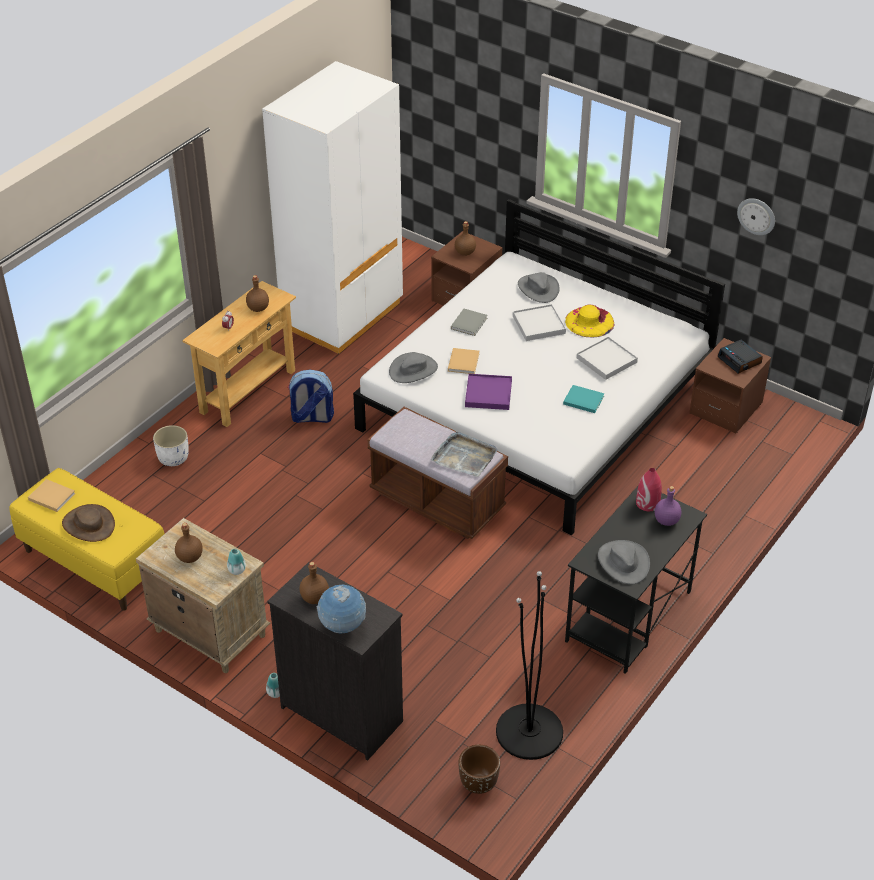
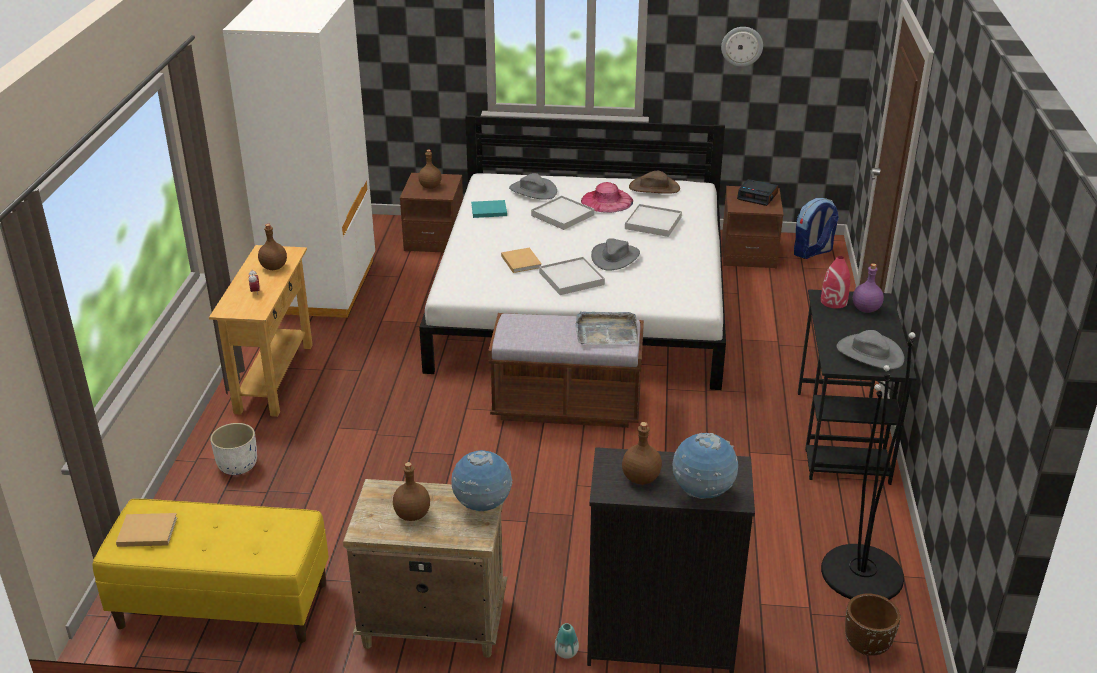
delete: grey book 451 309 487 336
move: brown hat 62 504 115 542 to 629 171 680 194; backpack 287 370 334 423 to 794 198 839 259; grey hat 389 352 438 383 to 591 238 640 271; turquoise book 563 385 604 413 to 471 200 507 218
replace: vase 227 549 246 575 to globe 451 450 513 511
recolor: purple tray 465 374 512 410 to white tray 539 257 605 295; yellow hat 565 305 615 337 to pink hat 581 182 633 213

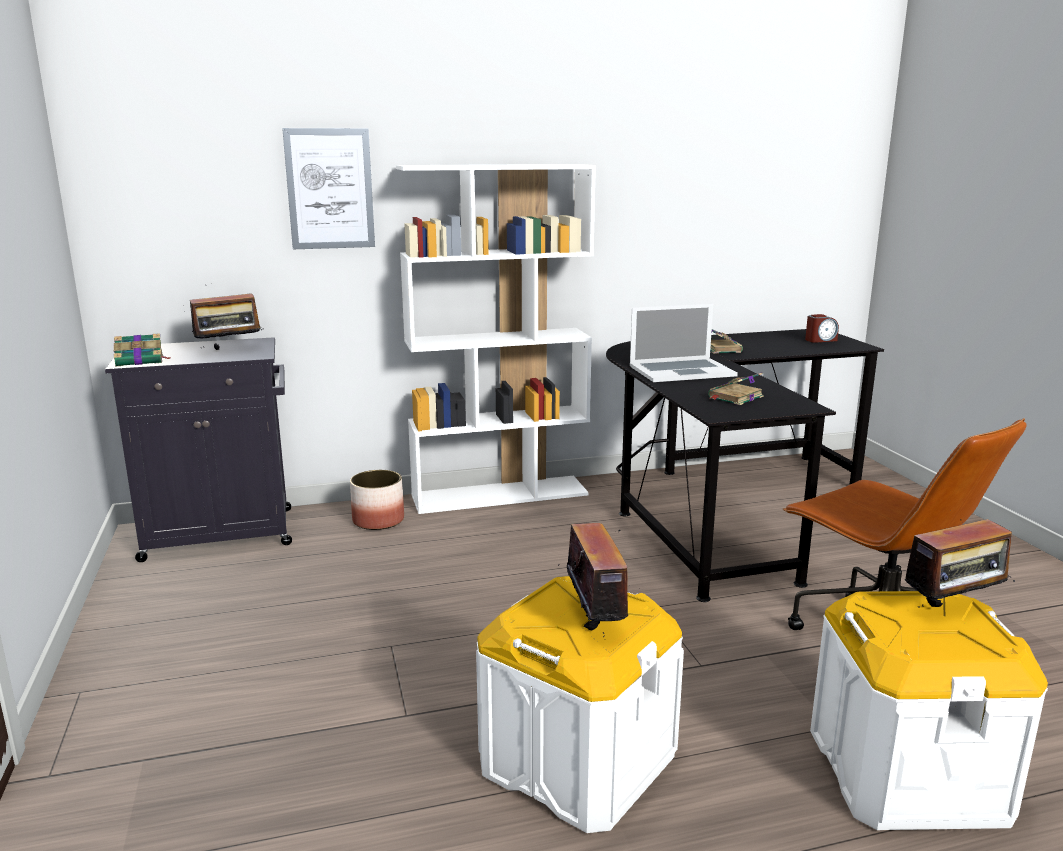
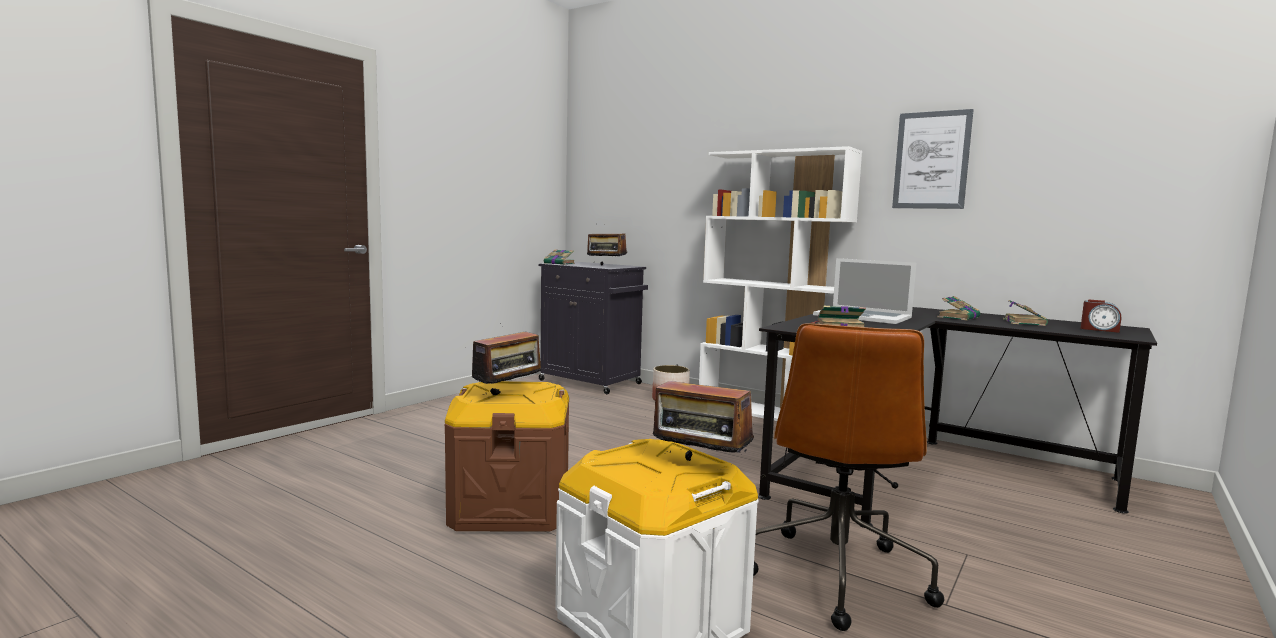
insert: book 1003 300 1048 326
move: picture 282 128 375 249 to 892 109 974 209
recolor: white storage box 476 576 684 833 to brown storage box 444 381 569 532

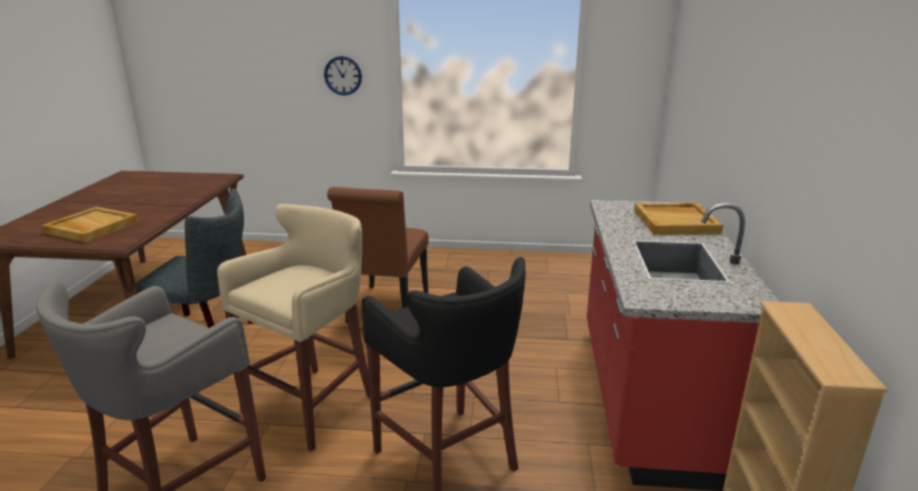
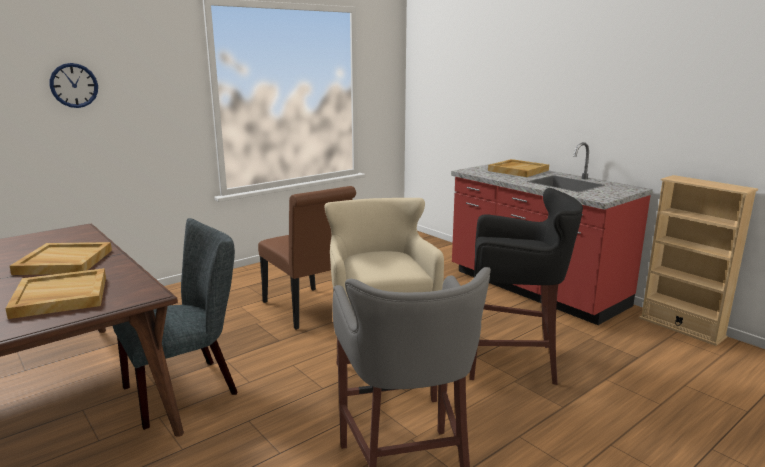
insert: beige tray 10 242 112 275
move: wall clock 324 56 362 95 to 50 63 98 108

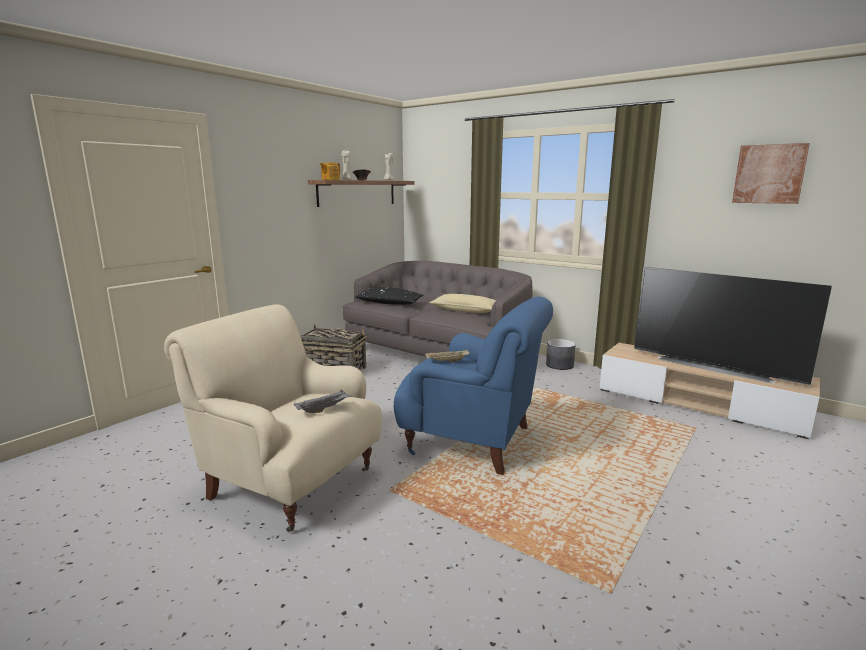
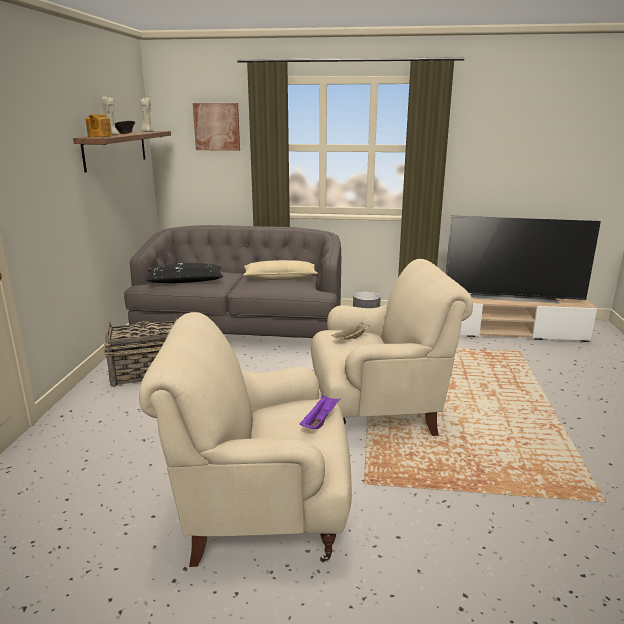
move: picture 732 143 810 204 to 193 103 240 151
recolor: grey tray 294 390 352 413 to purple tray 300 395 341 429; blue armchair 394 296 553 475 to beige armchair 311 259 473 436

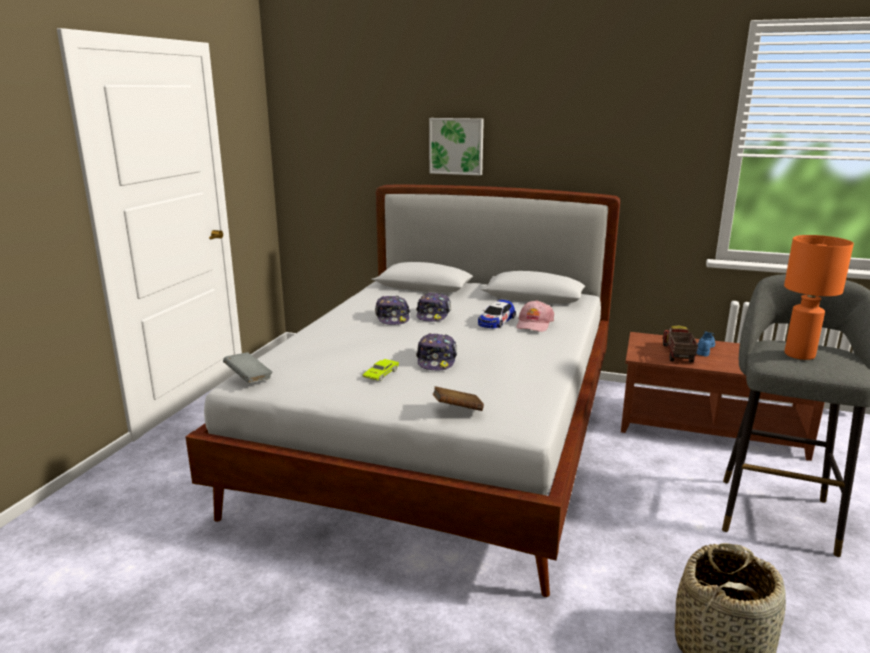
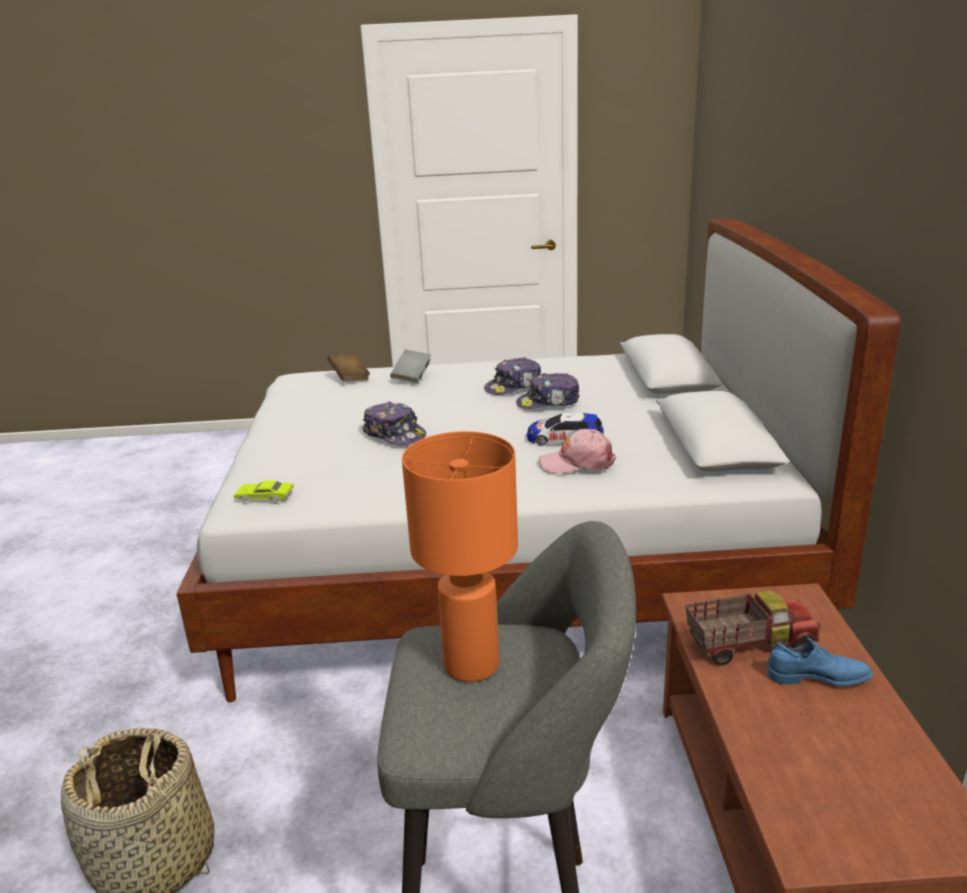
delete: picture 429 118 484 176
move: grey book 223 352 273 383 to 390 350 431 384; green toy car 362 359 399 381 to 234 480 294 504; brown book 433 386 484 411 to 327 353 370 381
rotate: cap 416 333 457 371 = 362 401 426 445 120 degrees counterclockwise

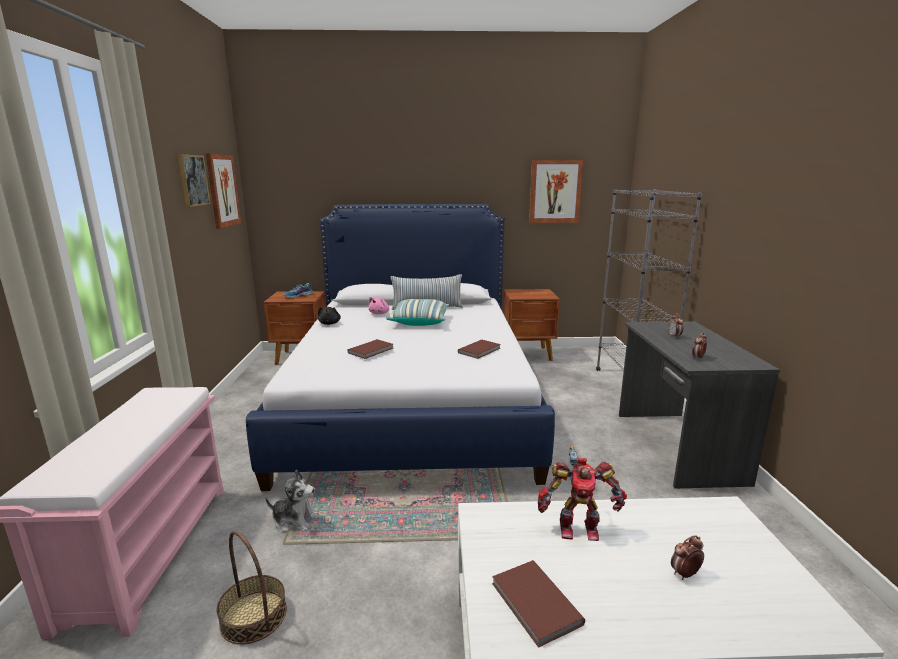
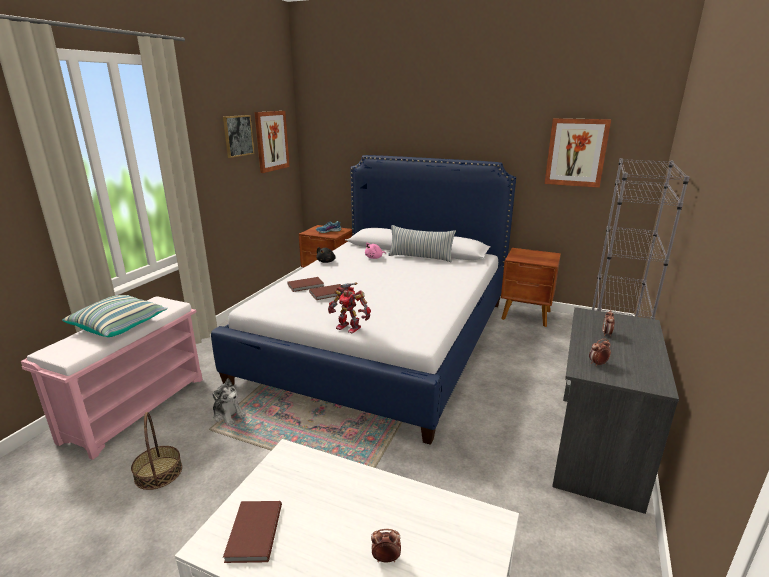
move: pillow 386 299 449 326 to 62 295 168 337; brown book 458 339 501 359 to 287 277 324 292; toy robot 538 446 627 541 to 328 282 371 333

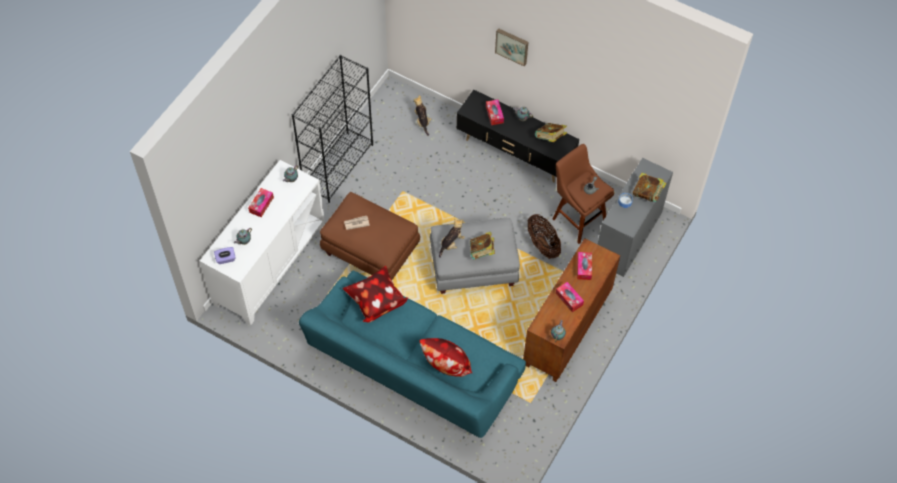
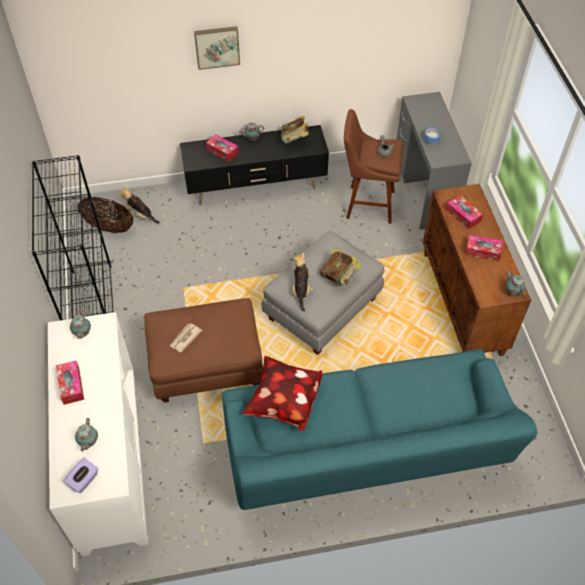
delete: pillow 419 338 472 377; book 633 172 666 202
move: basket 528 214 561 259 to 77 197 134 233

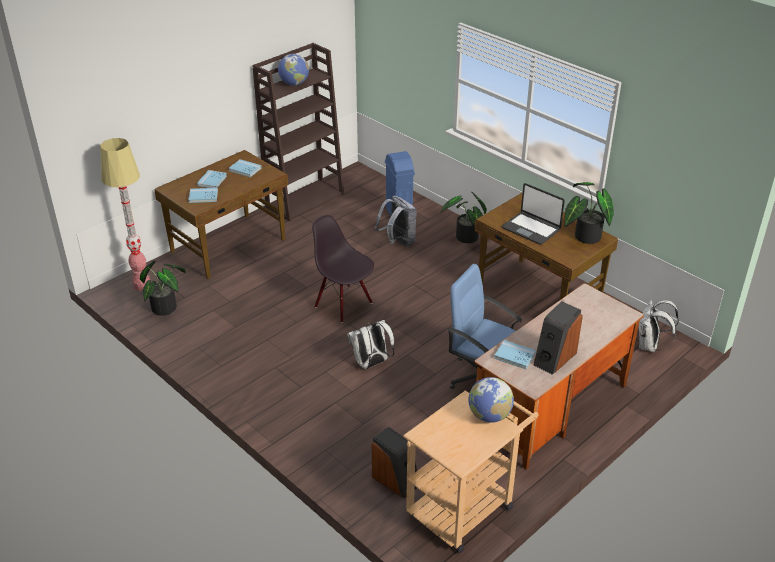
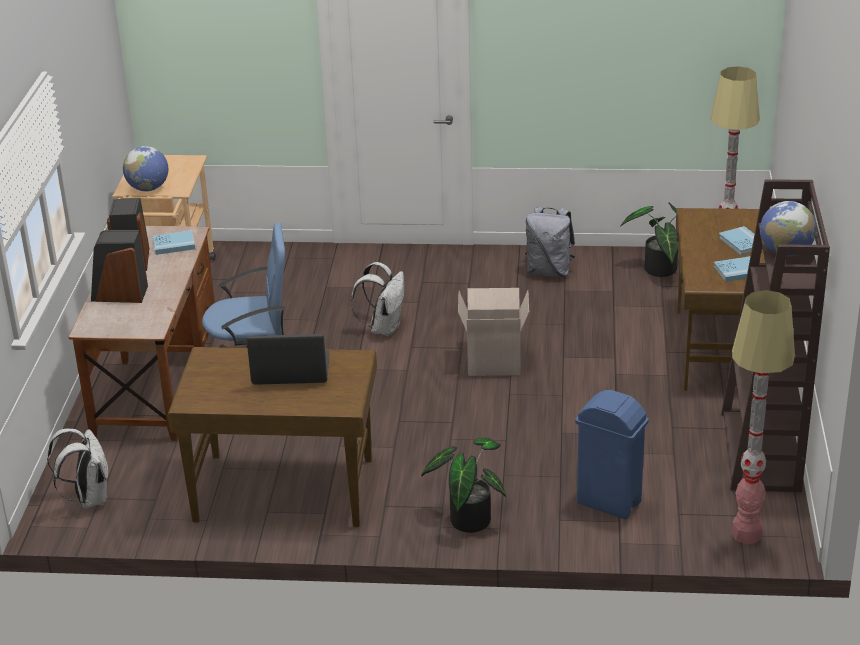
delete: blue book 188 188 218 203; potted plant 565 182 614 244
insert: floor lamp 732 290 795 544
move: speaker 372 427 417 499 to 91 230 148 303; grey backpack 375 196 417 247 to 525 207 575 277
replace: black chair 312 215 374 323 to cardboard box 458 288 529 376

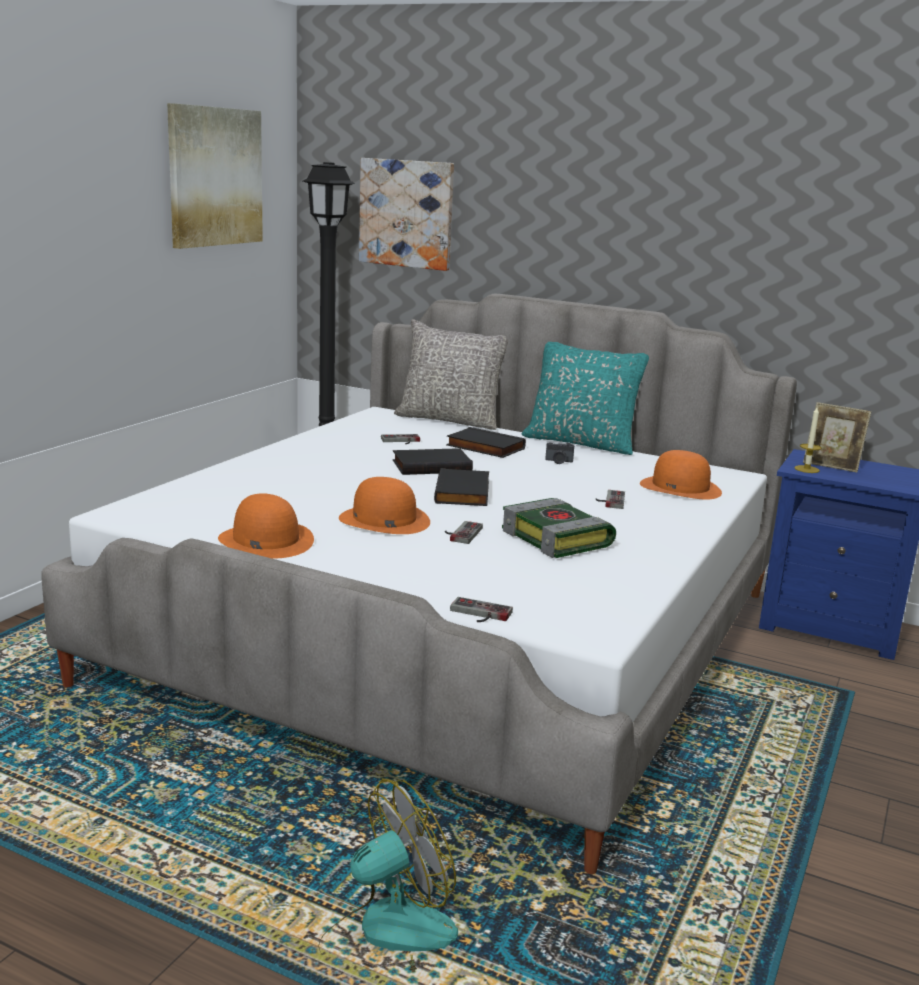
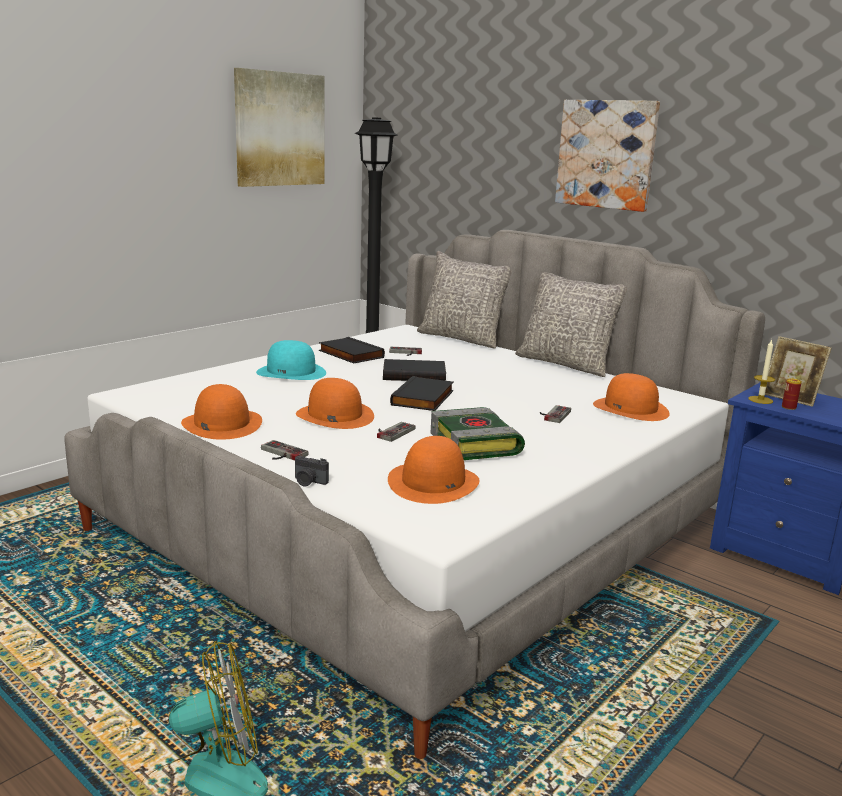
insert: turquoise hat 256 340 326 380; orange hat 388 436 480 504; can 782 378 802 410
move: picture 359 158 454 271 to 555 100 660 212; black book 446 427 526 458 to 319 337 385 363; game controller 450 597 513 622 to 261 440 308 461; photo camera 545 442 574 464 to 295 456 329 487
recolor: turquoise pillow 522 342 649 455 to grey pillow 515 272 627 377

